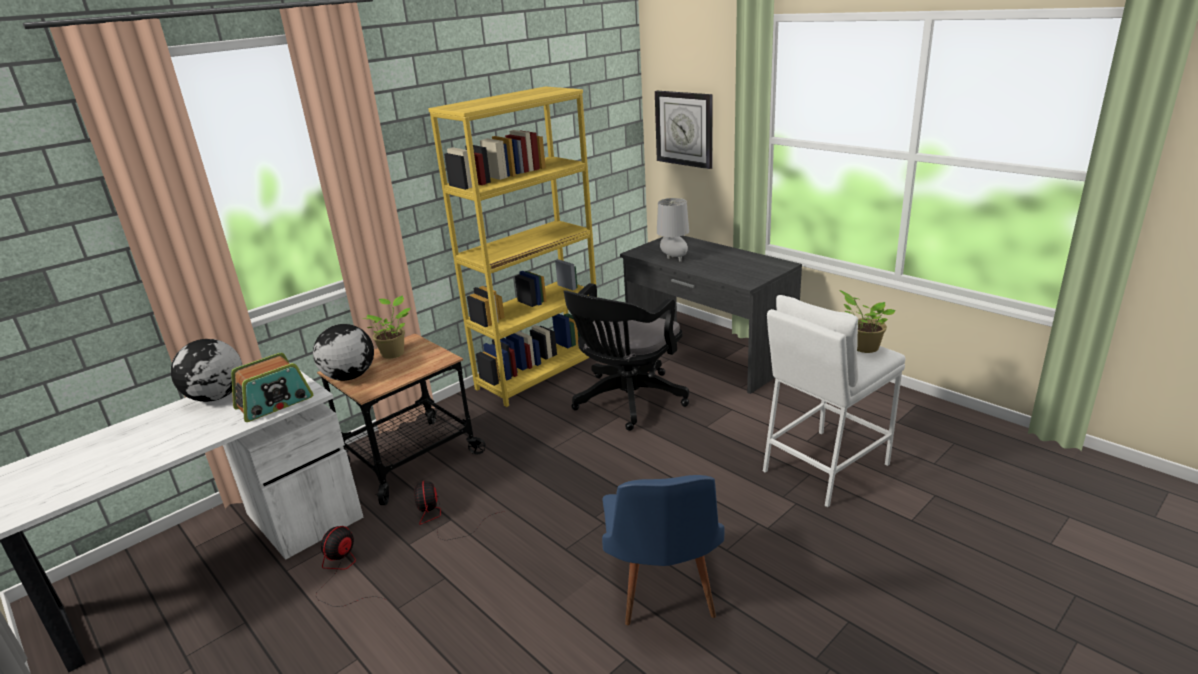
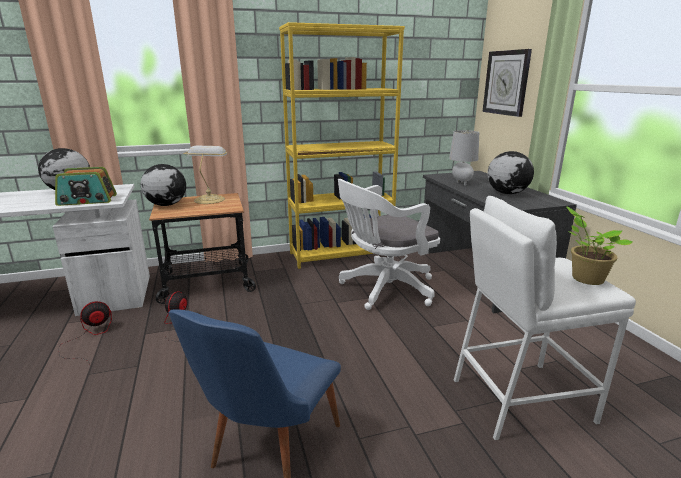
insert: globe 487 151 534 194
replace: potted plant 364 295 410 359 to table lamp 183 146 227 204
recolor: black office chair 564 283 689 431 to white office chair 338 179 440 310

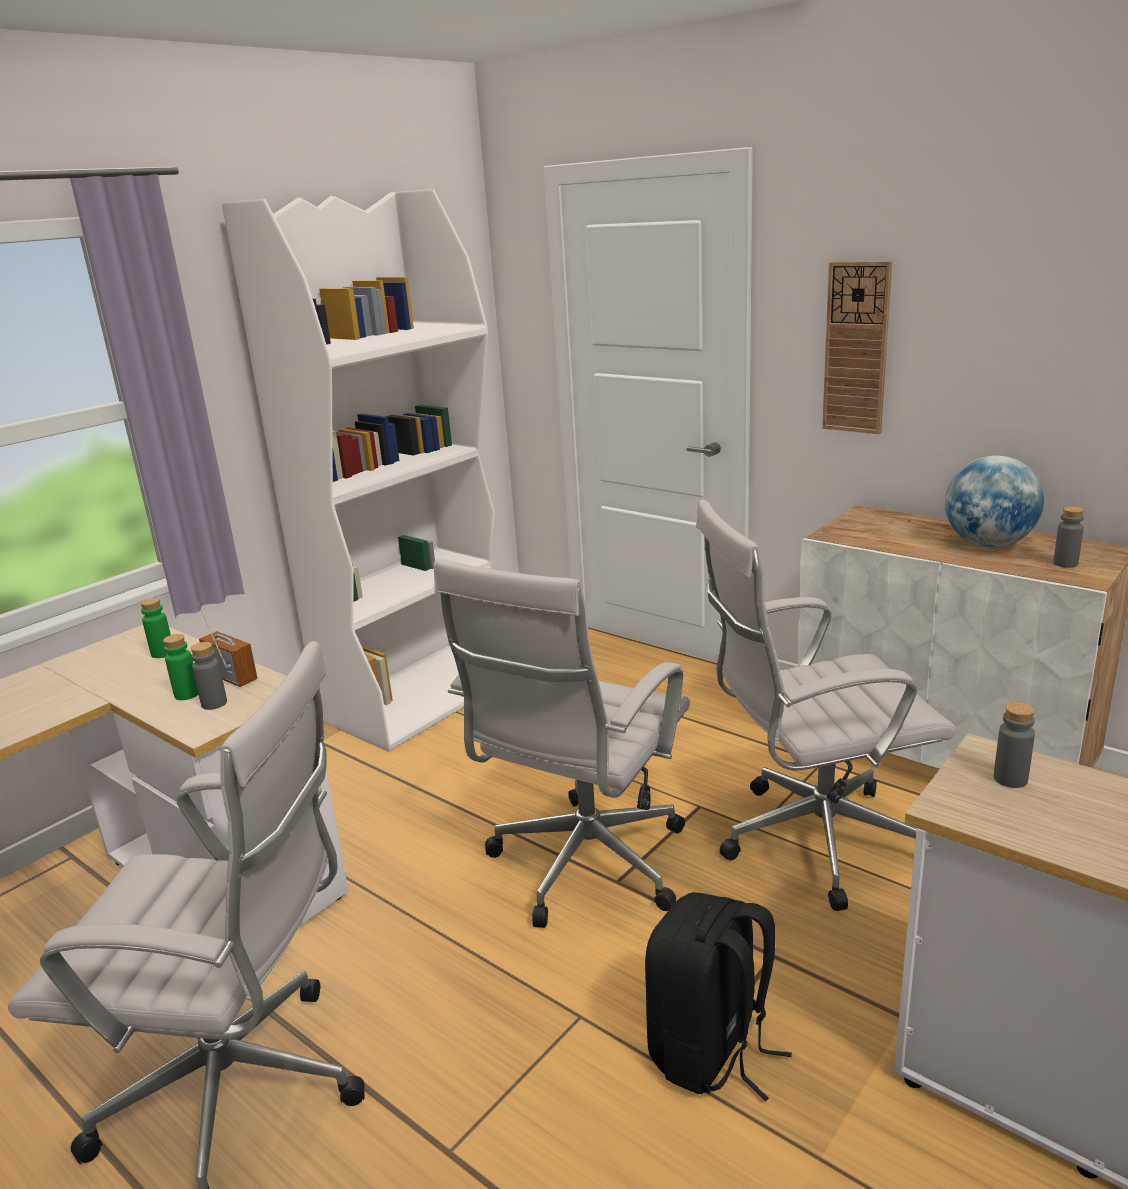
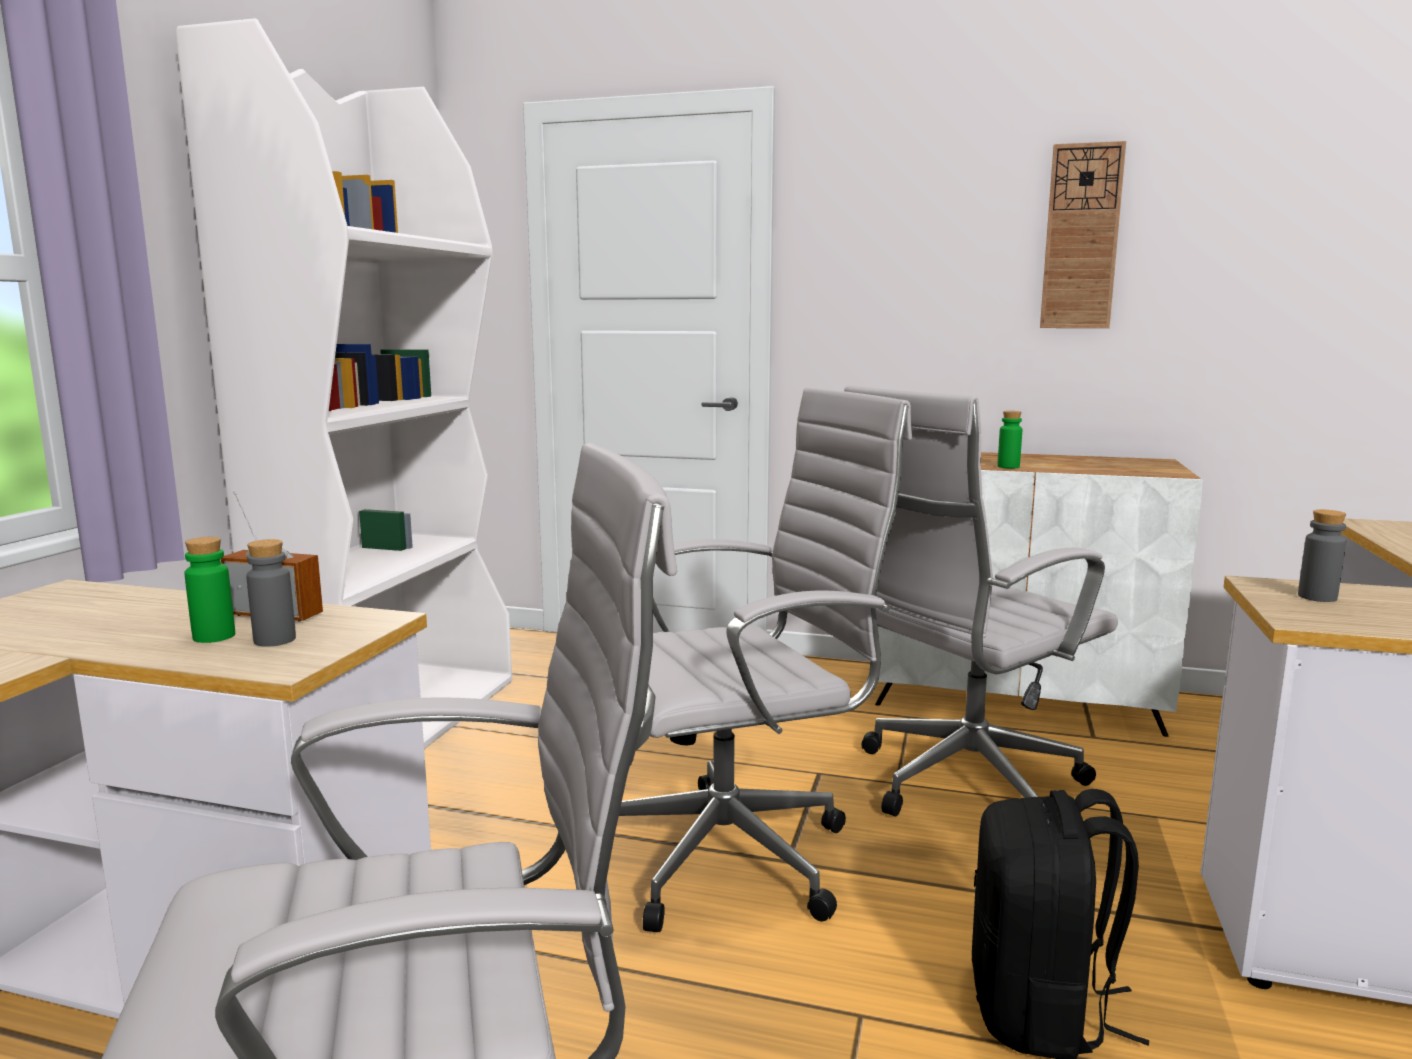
delete: globe 945 456 1044 547; grey bottle 1053 506 1084 568
move: green bottle 140 598 171 658 to 997 411 1022 469; wall clock 822 261 892 434 to 1040 141 1126 328
rotate: white office chair 434 559 690 928 = 619 387 912 932 120 degrees counterclockwise

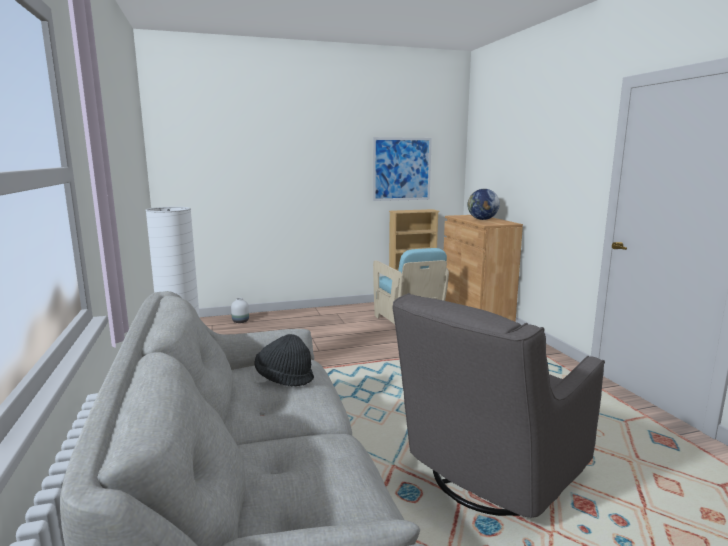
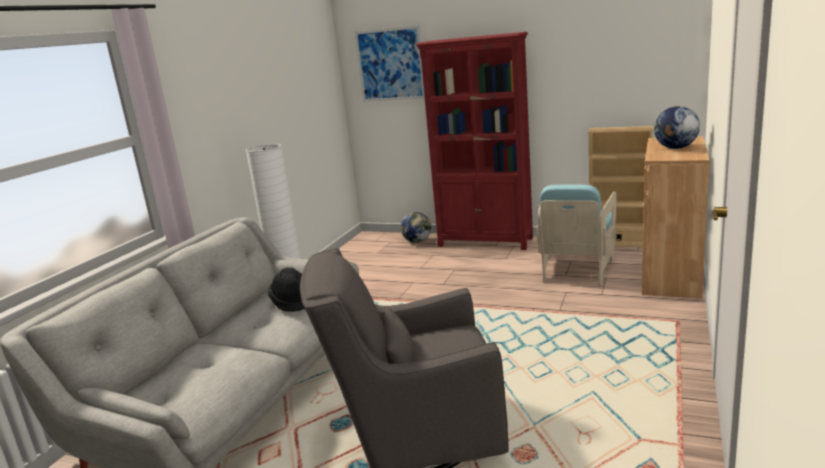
insert: red bookcase 416 32 533 250
move: picture 373 137 432 201 to 355 25 424 102
replace: white vase 231 298 249 323 to globe 401 212 431 243

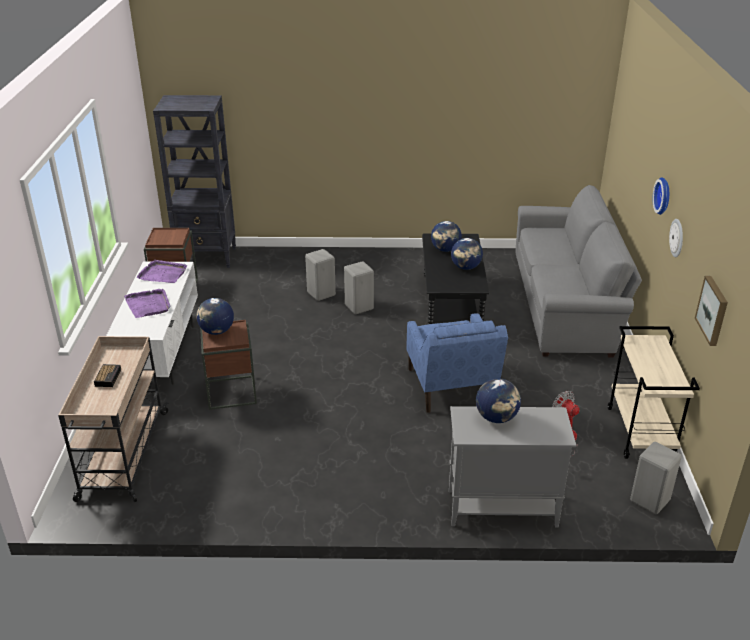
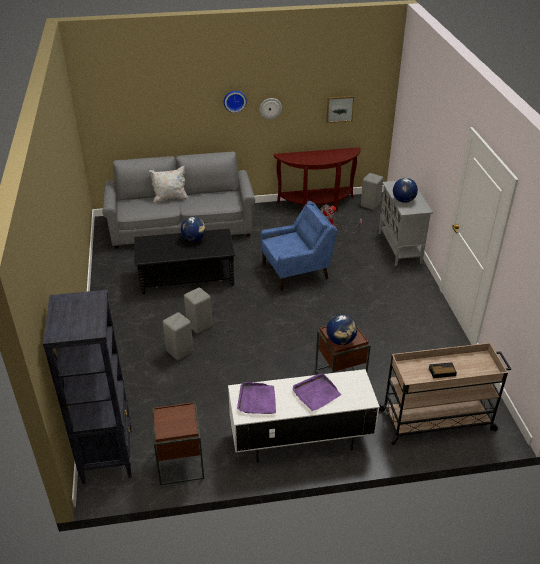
delete: globe 431 221 462 252
insert: white pillow 149 166 189 204
replace: beige cart 608 326 700 459 to brown console table 273 147 361 211

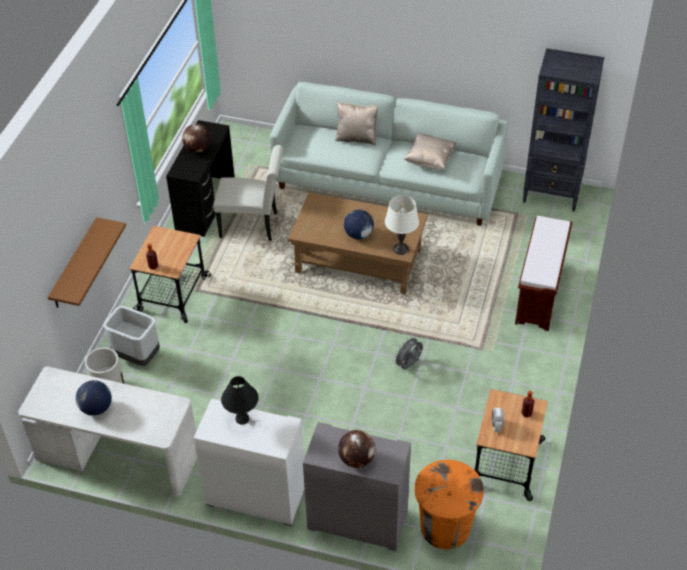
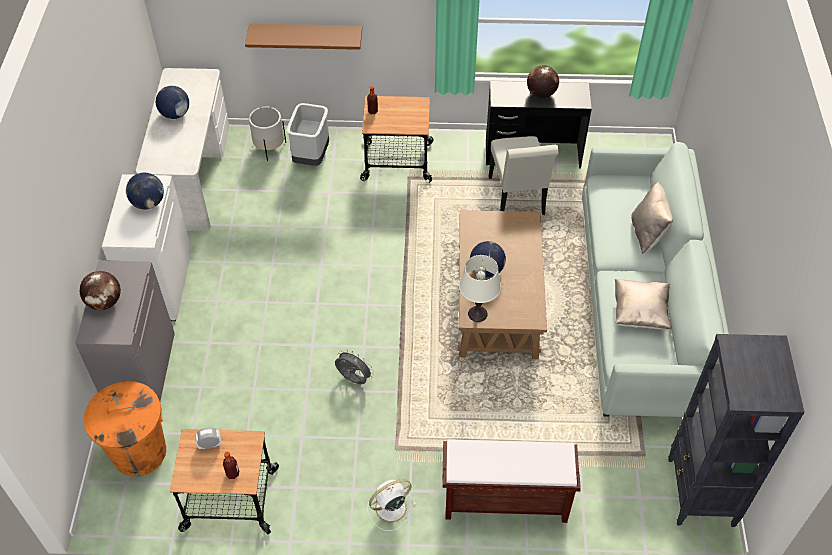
insert: white fan 368 479 416 531
replace: black table lamp 221 376 259 425 to globe 126 173 164 210

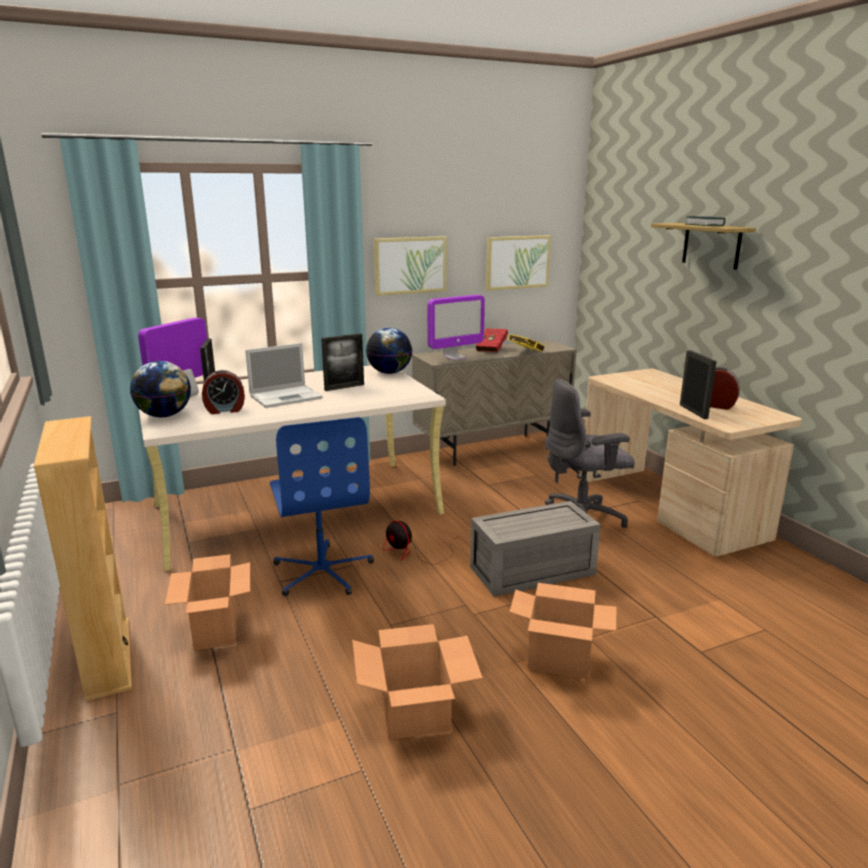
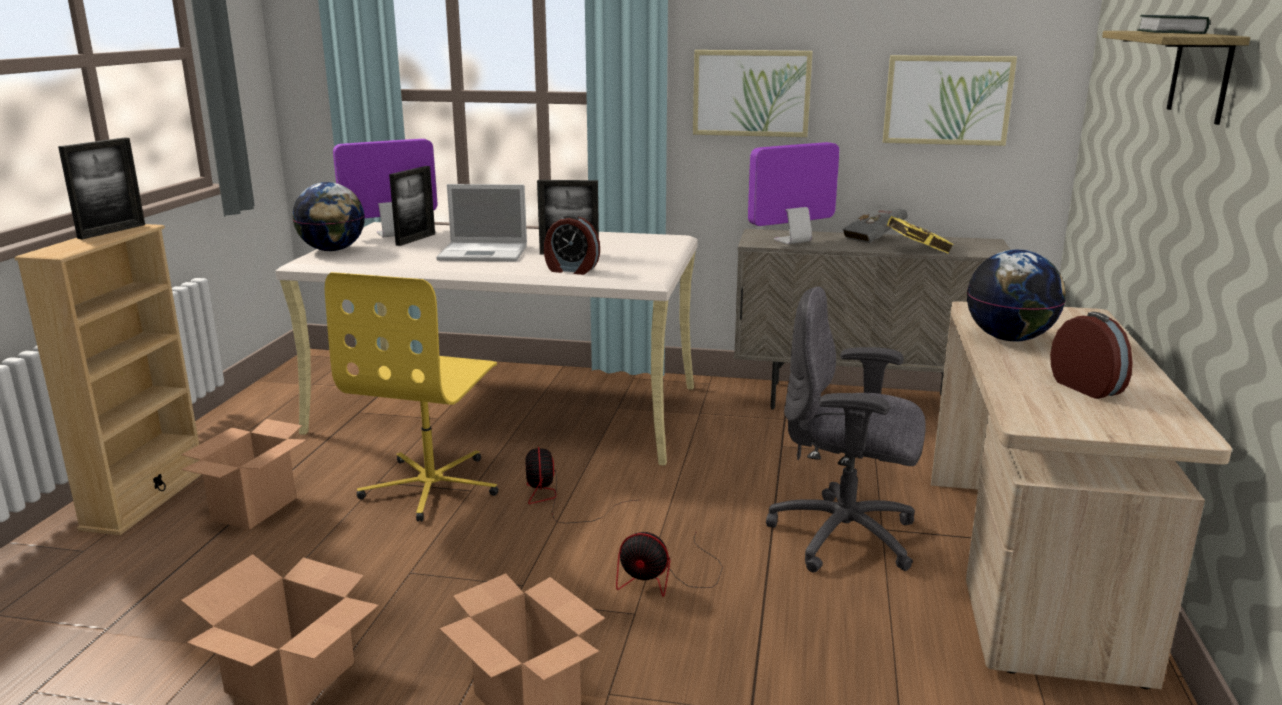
move: alarm clock 202 370 245 414 to 544 215 600 275; globe 366 328 412 374 to 967 249 1066 341; picture frame 680 350 717 419 to 58 137 145 239
replace: grey storage box 470 501 601 597 to fan 616 532 723 597
recolor: blue office chair 270 417 374 596 to yellow office chair 325 272 498 522; red book 476 328 508 352 to grey book 843 205 908 243
rotate: monitor 427 295 485 360 = 748 142 839 244 150 degrees clockwise

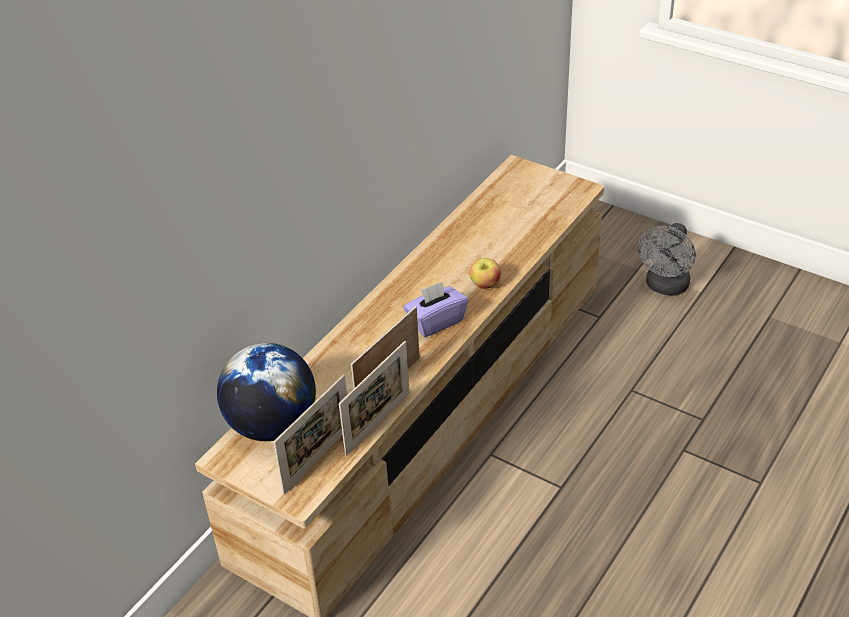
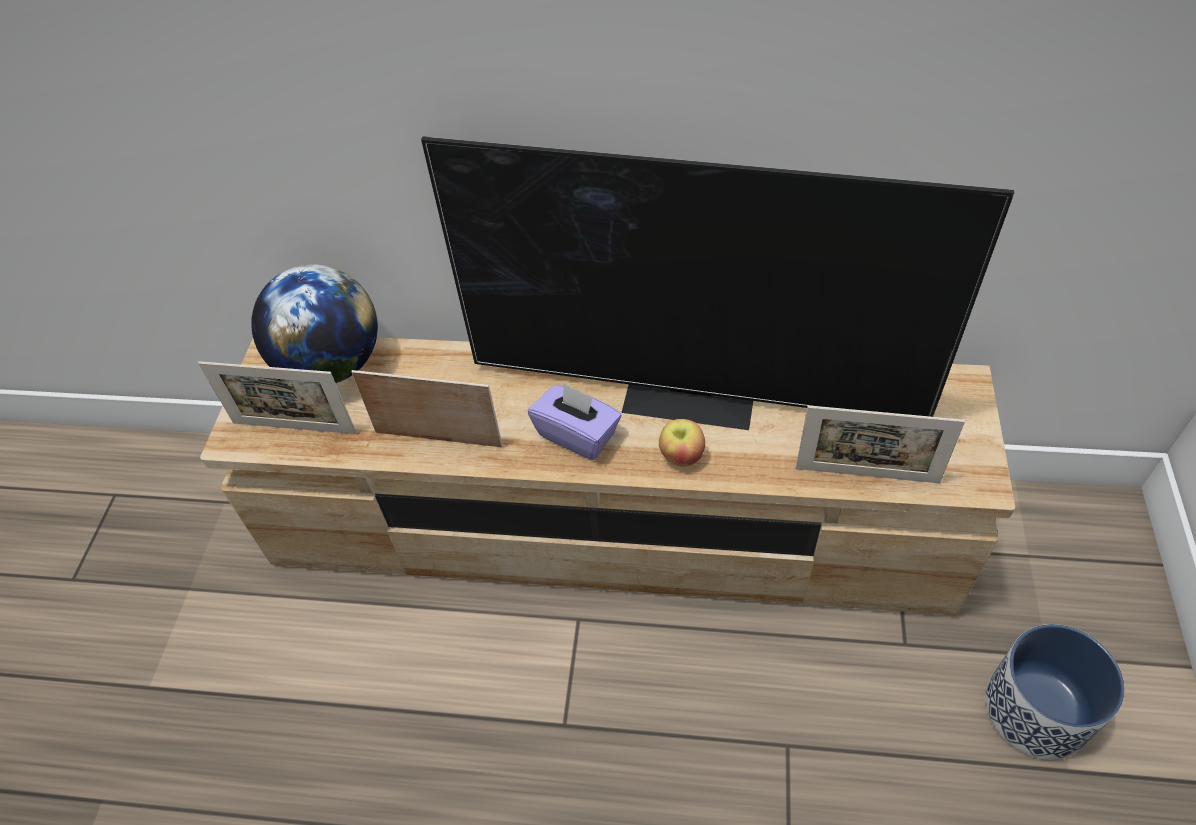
insert: television 421 136 1014 430
move: picture frame 339 341 409 456 to 796 405 965 483
replace: grey fan 638 223 696 296 to planter 985 624 1125 760

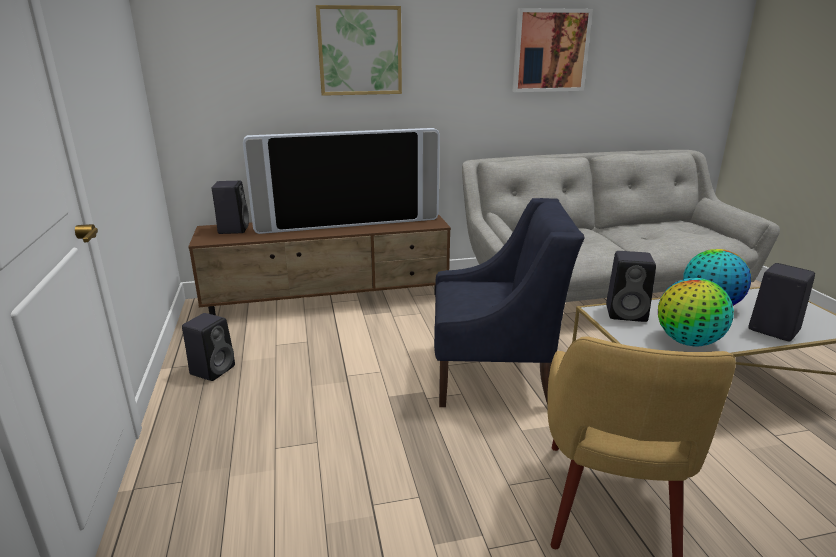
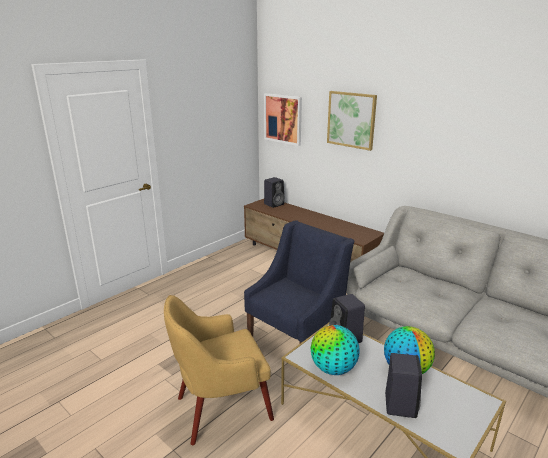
delete: black speaker 182 313 235 381; television 243 128 440 234
move: picture 512 8 593 92 to 264 93 302 146
rotate: blue armchair 434 198 584 407 = 244 220 354 343 105 degrees counterclockwise

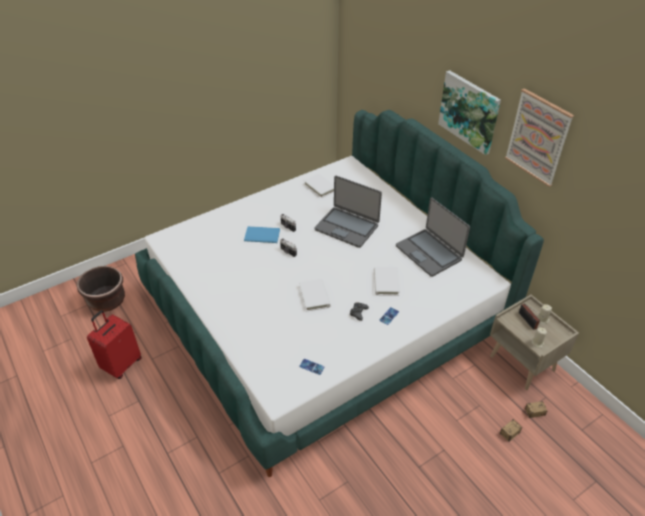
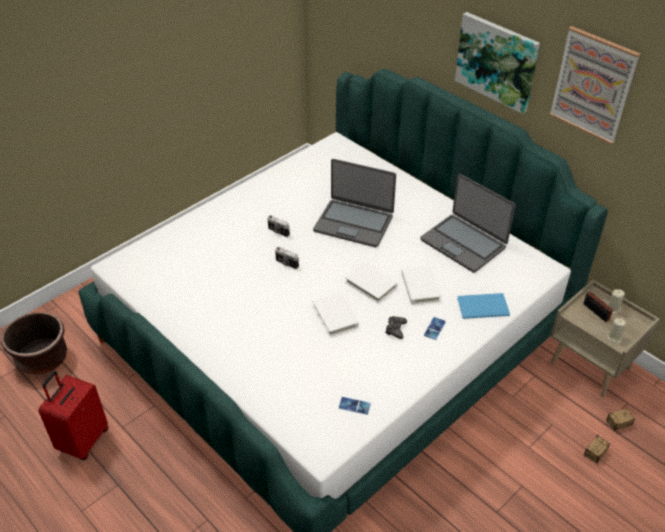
move: blue book 244 226 280 243 to 457 293 510 319; white book 303 174 334 198 to 345 263 398 303

